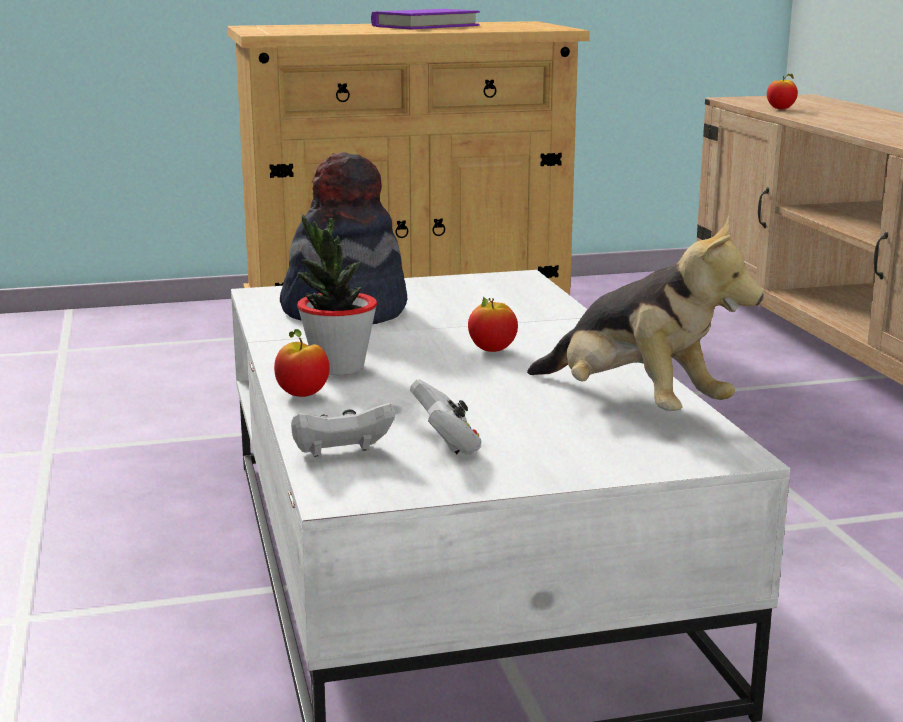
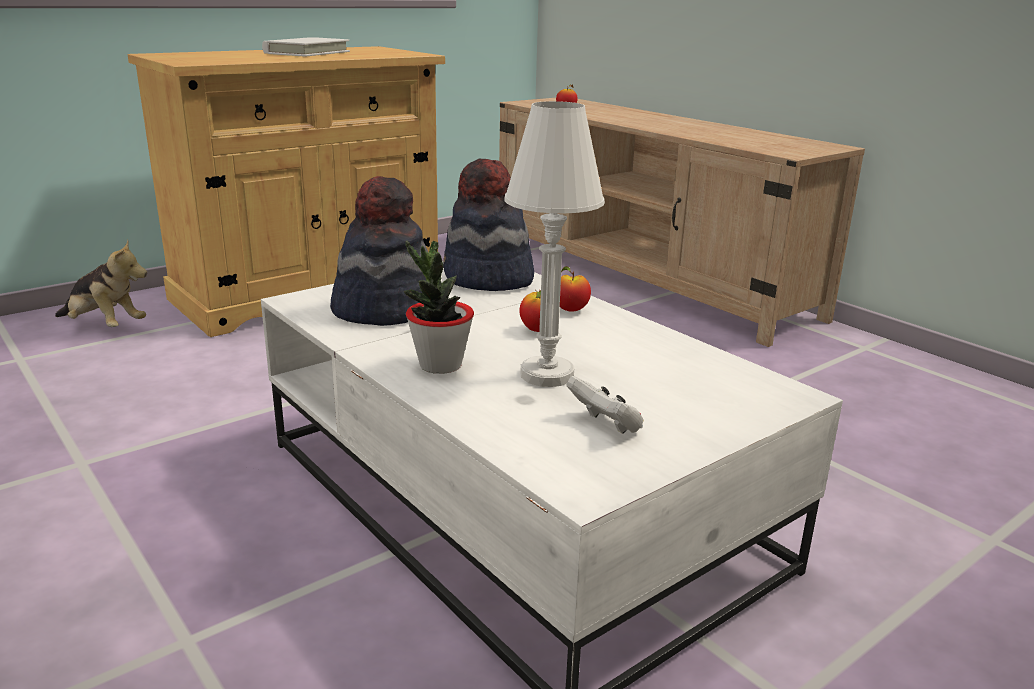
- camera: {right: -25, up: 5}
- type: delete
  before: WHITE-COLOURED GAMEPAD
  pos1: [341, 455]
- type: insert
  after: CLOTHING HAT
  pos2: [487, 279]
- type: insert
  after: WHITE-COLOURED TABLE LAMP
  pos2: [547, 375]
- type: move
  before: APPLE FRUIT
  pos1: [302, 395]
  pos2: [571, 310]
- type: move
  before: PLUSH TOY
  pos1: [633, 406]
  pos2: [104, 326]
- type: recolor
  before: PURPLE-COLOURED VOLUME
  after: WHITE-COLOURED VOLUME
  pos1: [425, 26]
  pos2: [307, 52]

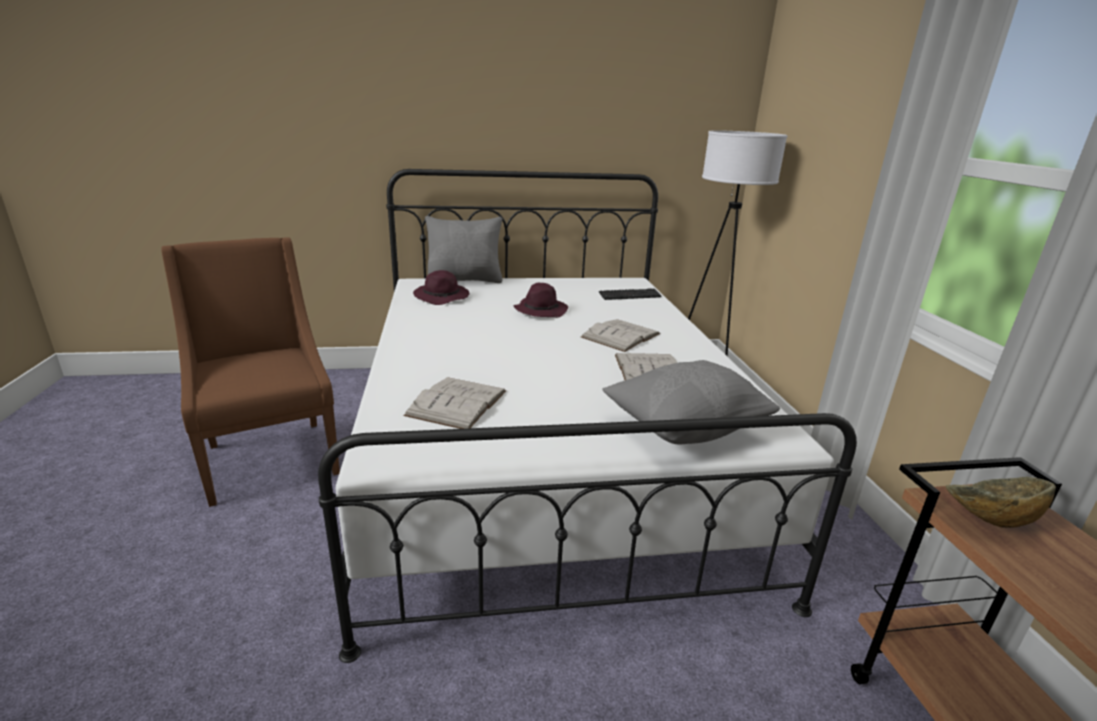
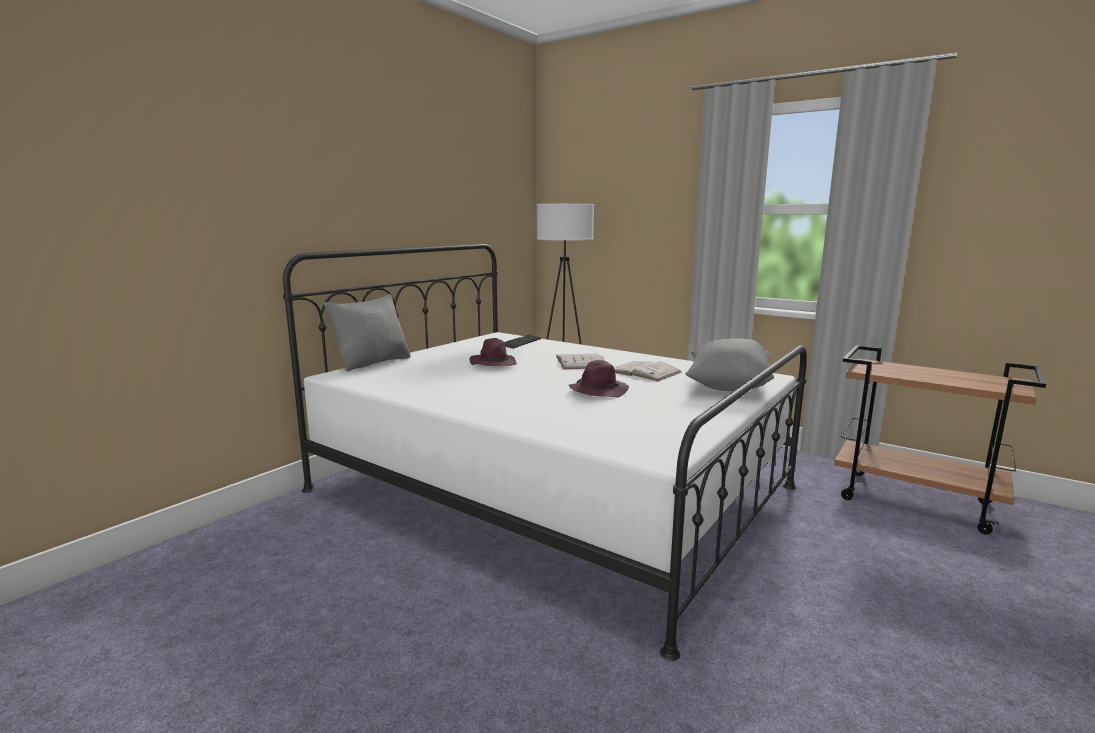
- camera: {right: -45, up: -10}
- type: delete
  before: BROWNISH LOUNGE CHAIR
  pos1: [270, 457]
- type: delete
  before: WHITE-COLOURED VOLUME
  pos1: [457, 403]
- type: delete
  before: SERVING BOWL
  pos1: [987, 521]
- type: move
  before: PURPLE-COLOURED CLOTHING HAT
  pos1: [442, 297]
  pos2: [598, 390]

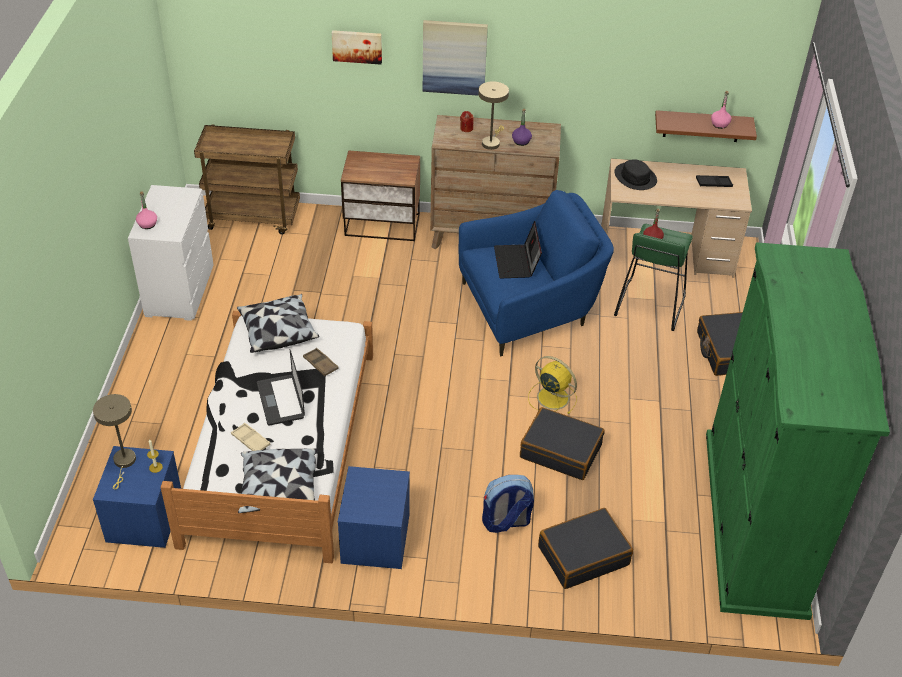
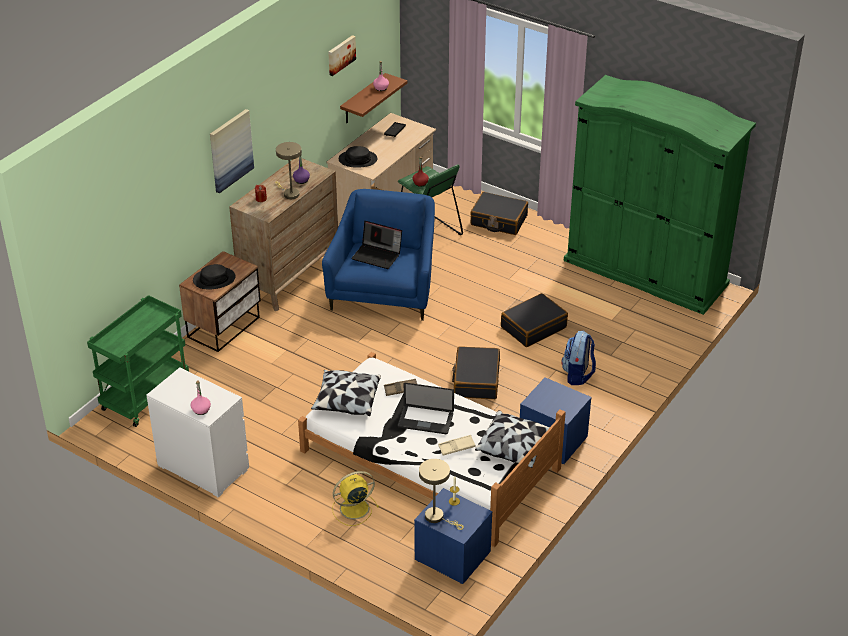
- camera: {right: -60, up: -5}
- type: insert
  after: BLACKISH CLOTHING HAT
  pos2: [214, 279]
- type: move
  before: WALL PICTURE
  pos1: [357, 46]
  pos2: [340, 55]
- type: move
  before: YELLOWISH ELECTRIC FAN
  pos1: [551, 397]
  pos2: [353, 509]
- type: move
  before: BLACKISH TRAVEL CASE
  pos1: [583, 555]
  pos2: [476, 380]
- type: recolor
  before: BROWNISH CART
  after: GREEN CART
  pos1: [254, 217]
  pos2: [145, 395]

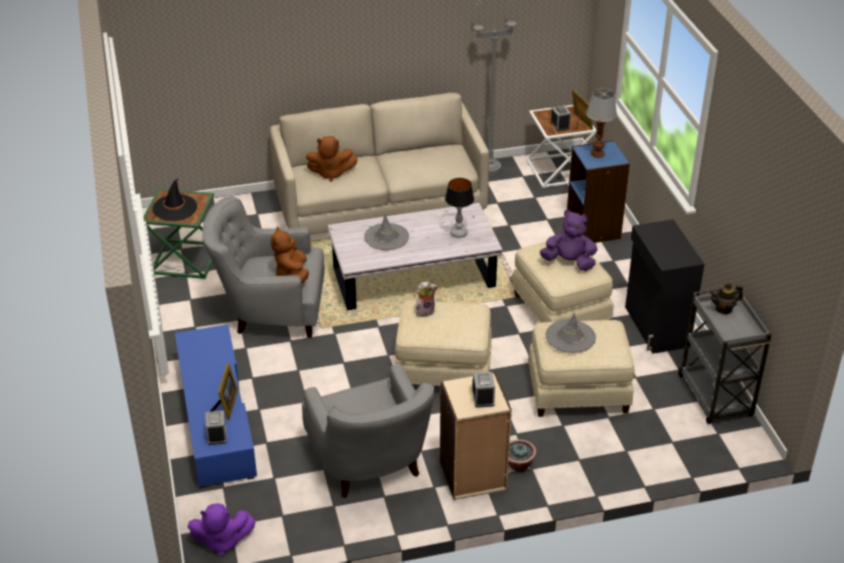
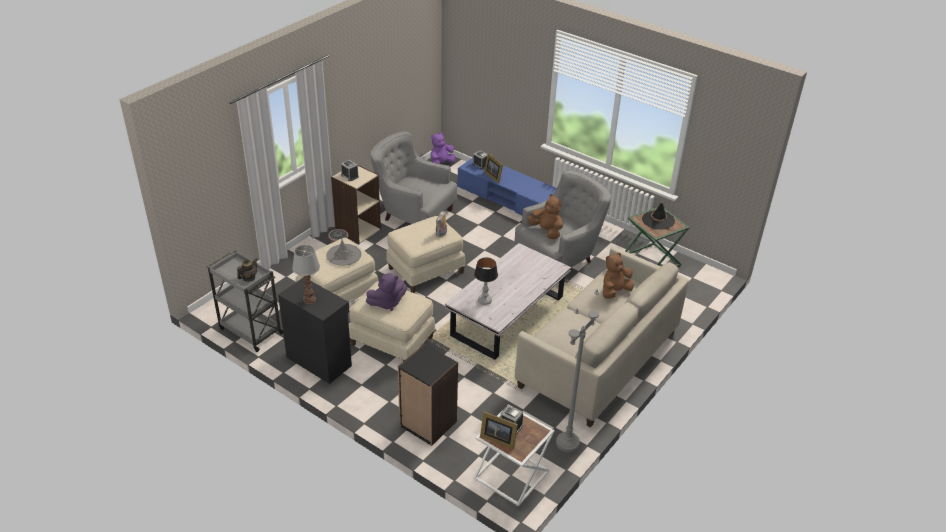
- camera: {right: 140, up: 0}
- type: delete
  before: GREY CLOTHING HAT
  pos1: [386, 237]
- type: move
  before: TABLE LAMP
  pos1: [597, 154]
  pos2: [309, 299]
- type: recolor
  before: BLUE SHELVING UNIT
  after: BLACKISH SHELVING UNIT
  pos1: [593, 229]
  pos2: [427, 424]

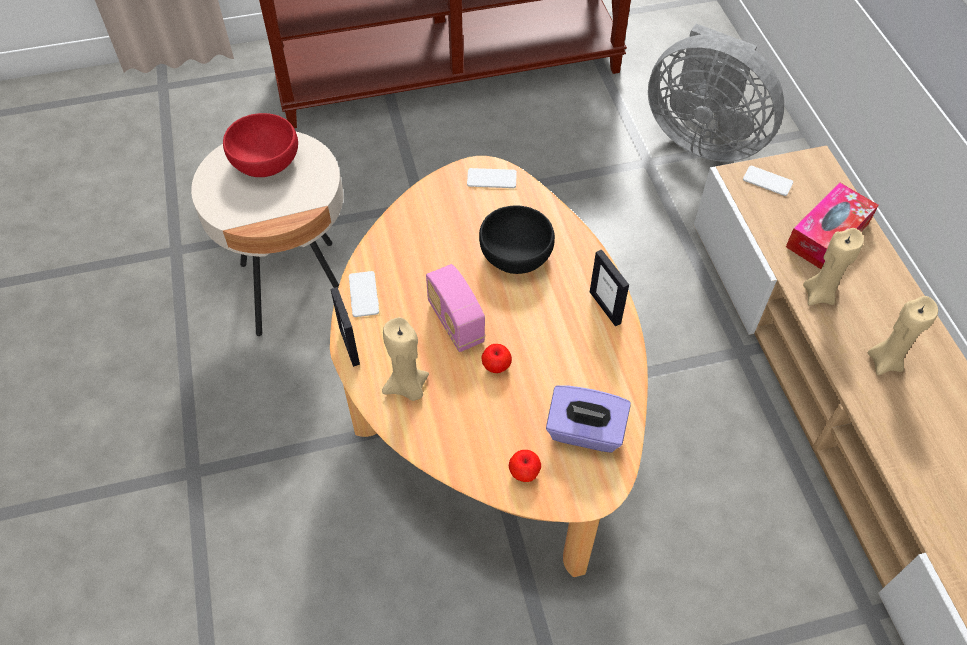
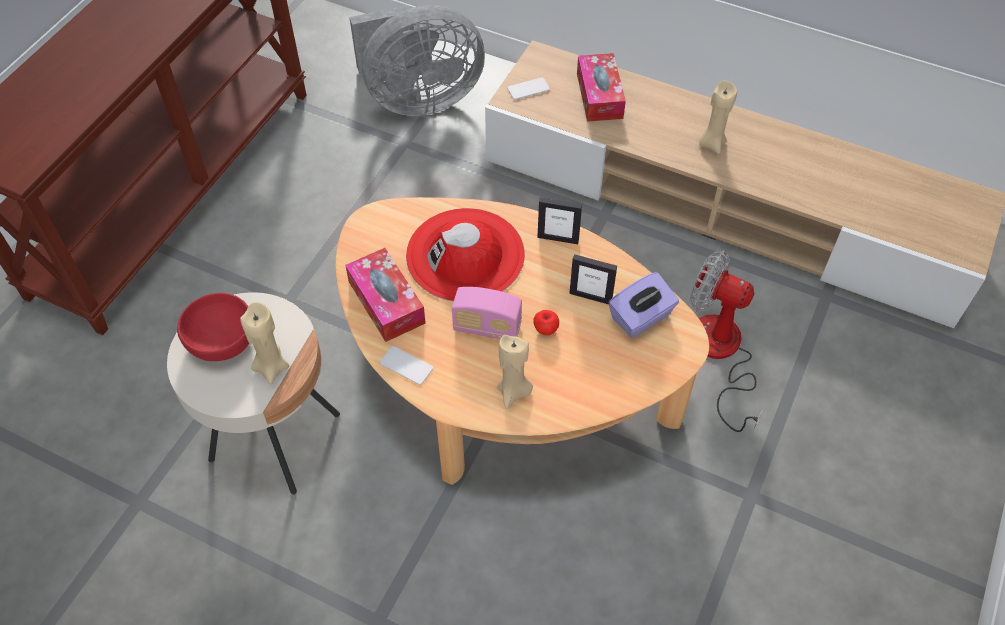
- camera: {right: -50, up: 0}
- type: delete
  before: TELEPHONE
  pos1: [491, 179]
- type: delete
  before: APPLE FRUIT
  pos1: [524, 473]
- type: insert
  after: TISSUE BOX
  pos2: [386, 302]
- type: insert
  after: ELECTRIC FAN
  pos2: [720, 354]
- type: move
  before: PICTURE FRAME
  pos1: [350, 346]
  pos2: [590, 296]
- type: move
  before: SAND-COLOURED WAX LIGHT
  pos1: [819, 294]
  pos2: [271, 367]
- type: replace
  before: BLACKISH SERVING BOWL
  after: REDDISH CLOTHING HAT
  pos1: [515, 255]
  pos2: [465, 255]

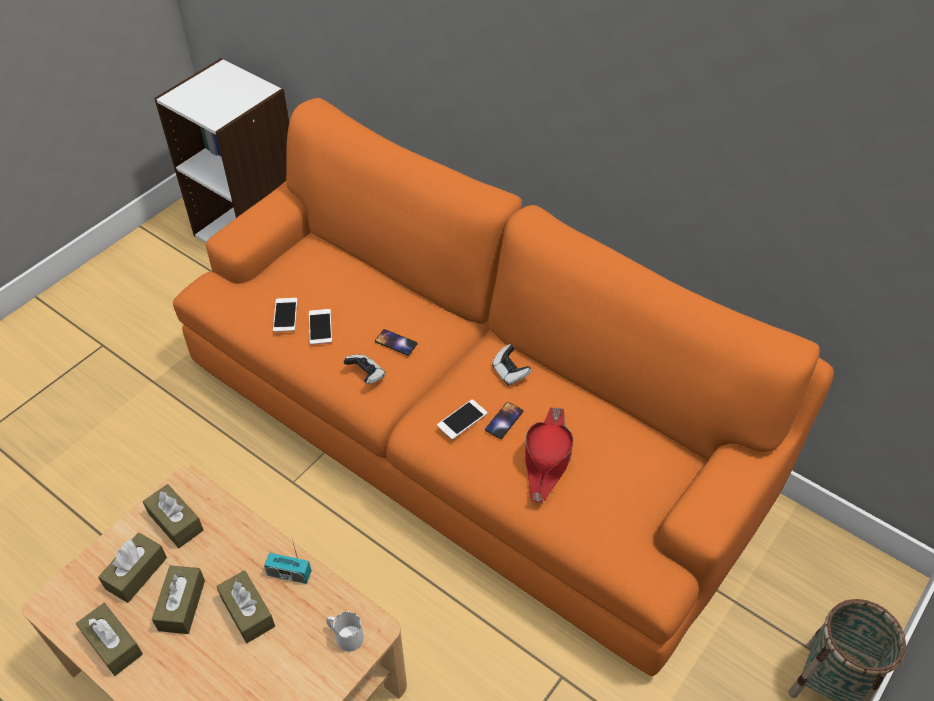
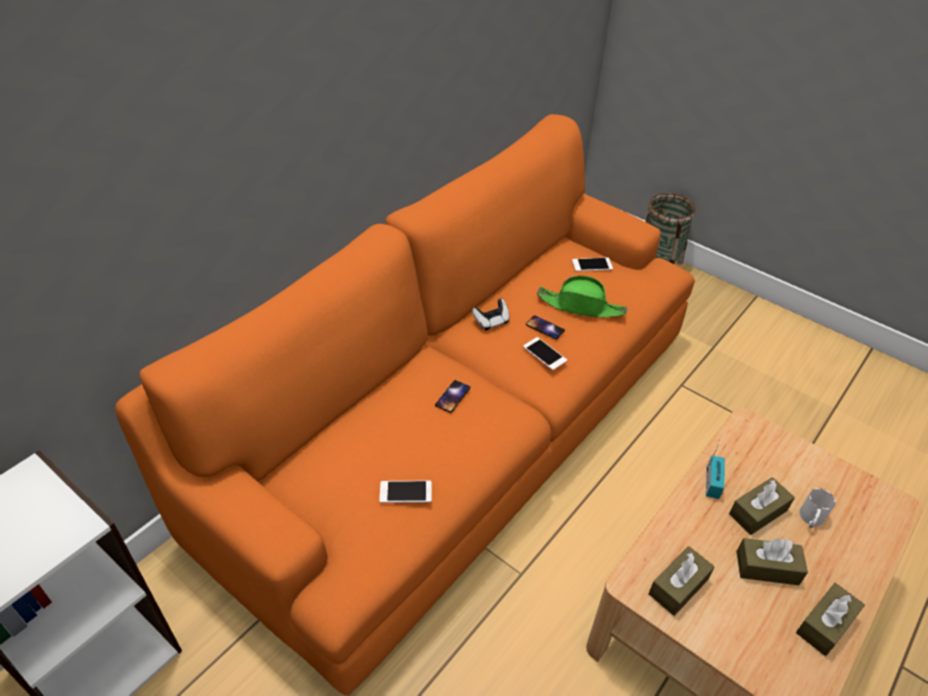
- camera: {right: -90, up: -5}
- type: delete
  before: BROWNISH TISSUE BOX
  pos1: [136, 573]
- type: delete
  before: GAMEPAD
  pos1: [366, 375]
- type: move
  before: TELEPHONE
  pos1: [320, 327]
  pos2: [592, 265]
- type: move
  before: WHITE-COLOURED COFFEE MUG
  pos1: [344, 636]
  pos2: [811, 519]
- type: recolor
  before: REDDISH CLOTHING HAT
  after: GREEN CLOTHING HAT
  pos1: [547, 458]
  pos2: [581, 306]

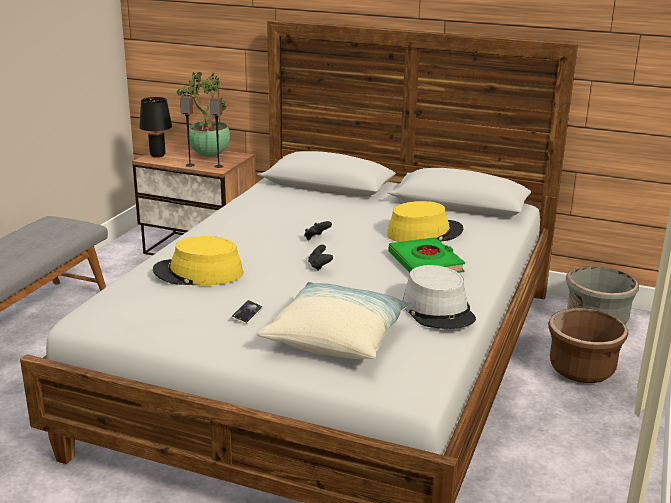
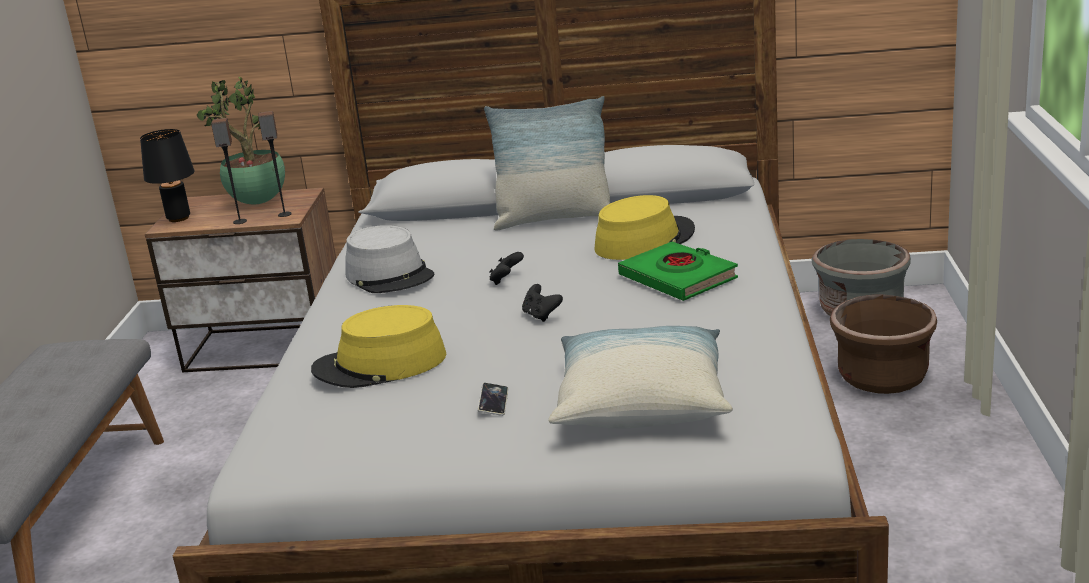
- camera: {right: -15, up: 0}
- type: insert
  after: CUSHION
  pos2: [554, 219]
- type: move
  before: GREY CLOTHING HAT
  pos1: [438, 310]
  pos2: [390, 275]

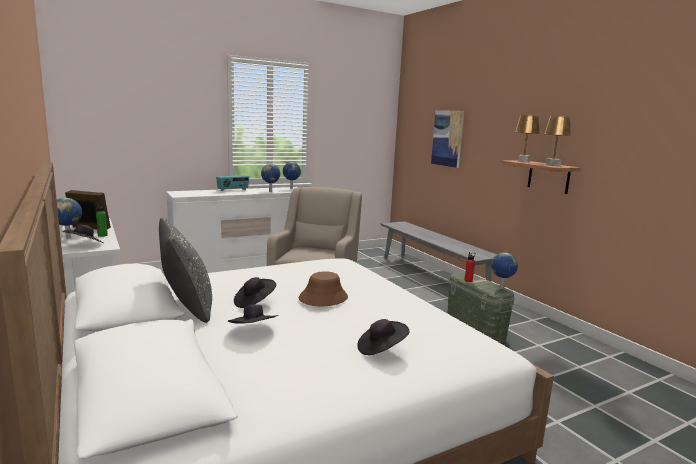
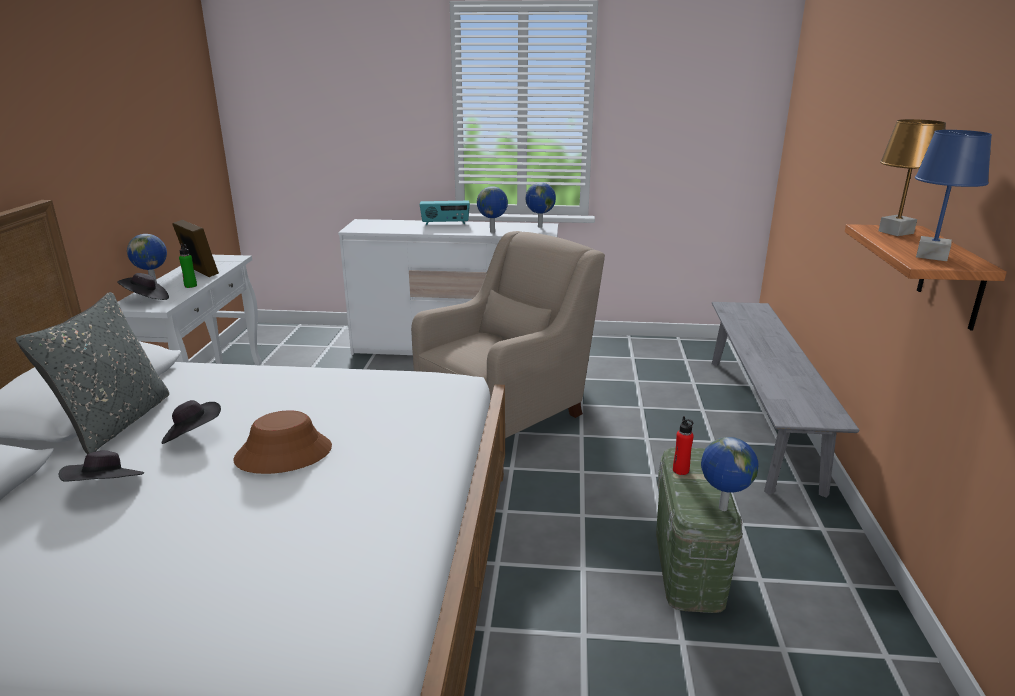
- camera: {right: 35, up: 10}
- type: delete
  before: BLACKISH CLOTHING HAT
  pos1: [381, 349]
- type: delete
  before: WALL PICTURE
  pos1: [447, 138]
- type: recolor
  before: BROWNISH TABLE LAMP
  after: BLUE TABLE LAMP
  pos1: [553, 165]
  pos2: [932, 256]

